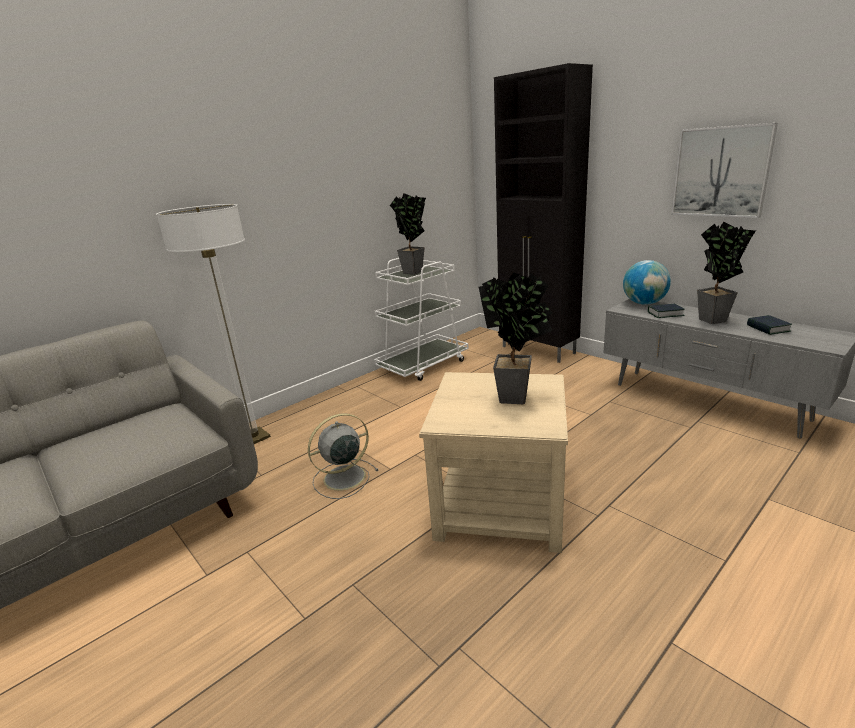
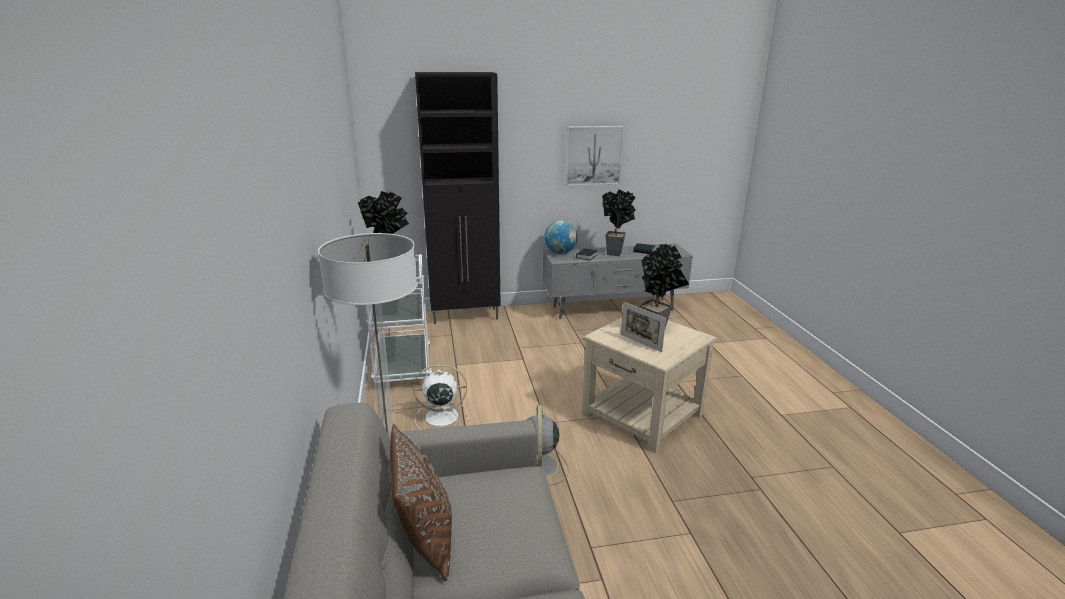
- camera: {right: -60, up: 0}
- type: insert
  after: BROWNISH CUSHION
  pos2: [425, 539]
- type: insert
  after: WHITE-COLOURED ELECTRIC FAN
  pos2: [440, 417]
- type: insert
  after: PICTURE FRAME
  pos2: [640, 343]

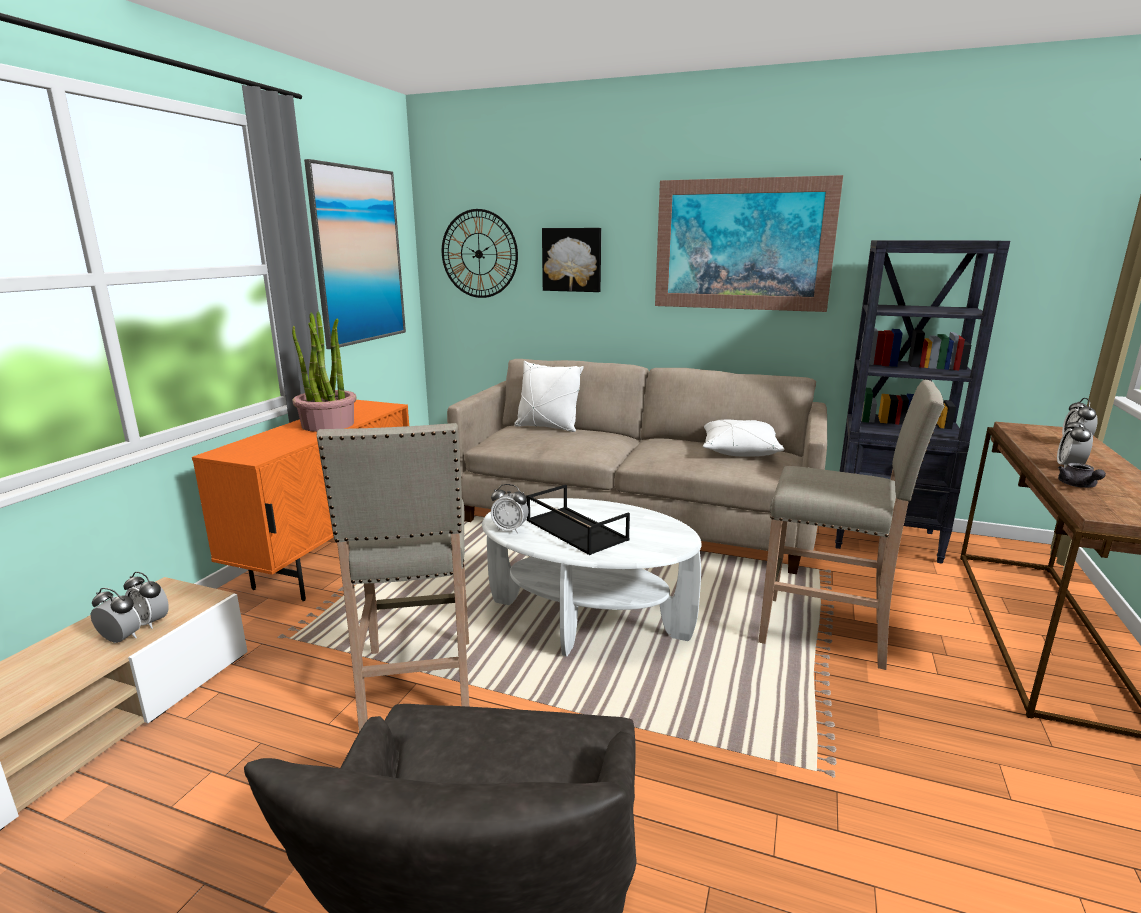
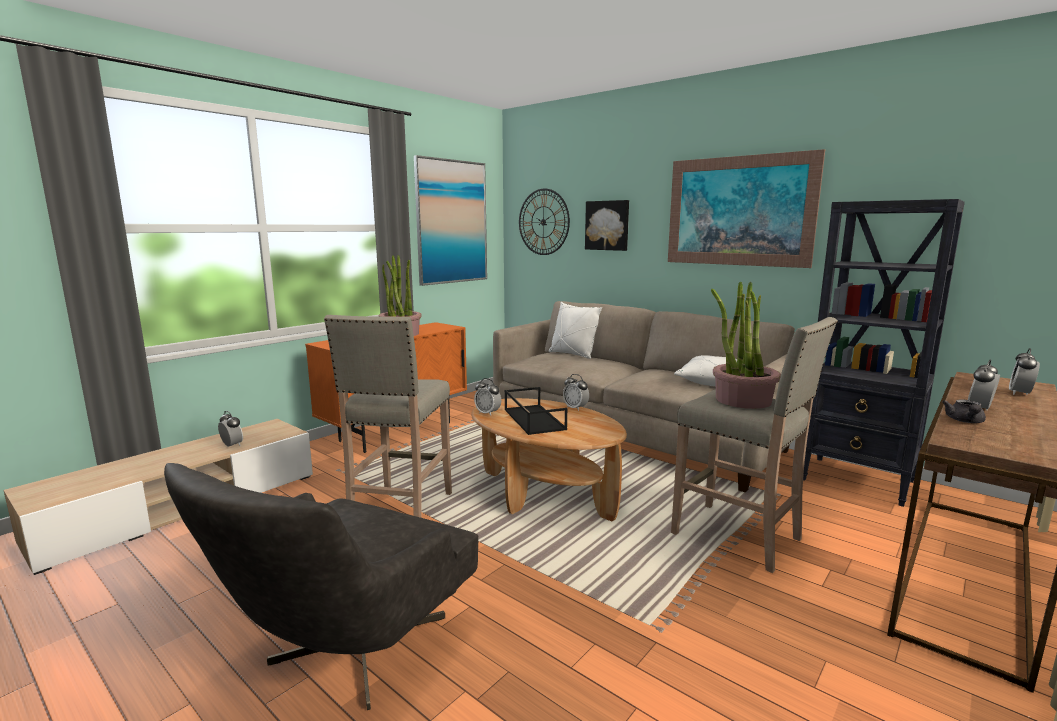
- camera: {right: 20, up: -5}
- type: insert
  after: POTTED PLANT
  pos2: [742, 400]
- type: move
  before: ALARM CLOCK
  pos1: [151, 622]
  pos2: [575, 408]
- type: recolor
  before: WHITE-COLOURED LOUNGE TABLE
  after: BROWNISH LOUNGE TABLE
  pos1: [587, 620]
  pos2: [544, 495]

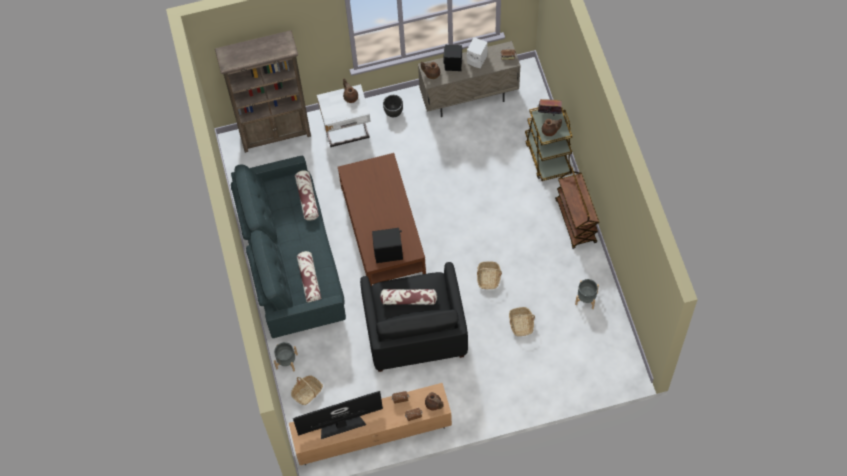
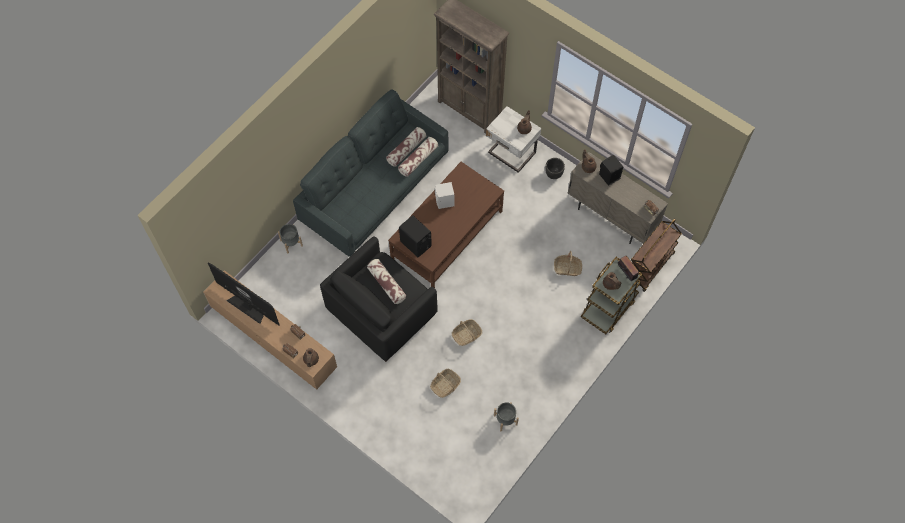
- camera: {right: 50, up: 0}
- type: move
  before: HOUSEHOLD BASKET
  pos1: [307, 392]
  pos2: [567, 268]
- type: move
  before: CUSHION
  pos1: [309, 280]
  pos2: [406, 150]
- type: move
  before: WHITE-COLOURED LOUDSPEAKER
  pos1: [477, 60]
  pos2: [444, 202]
- type: move
  before: BROWNISH CART
  pos1: [576, 221]
  pos2: [649, 267]

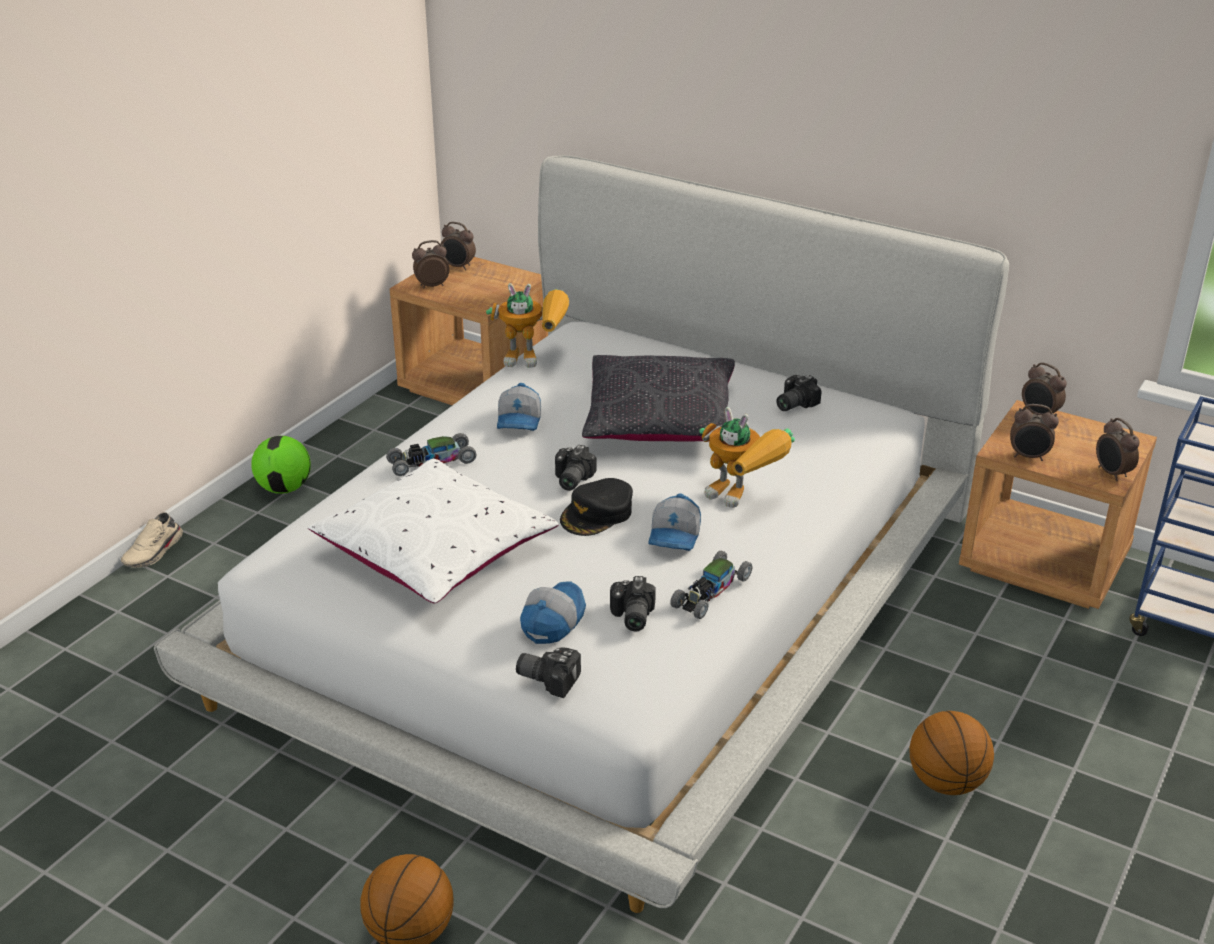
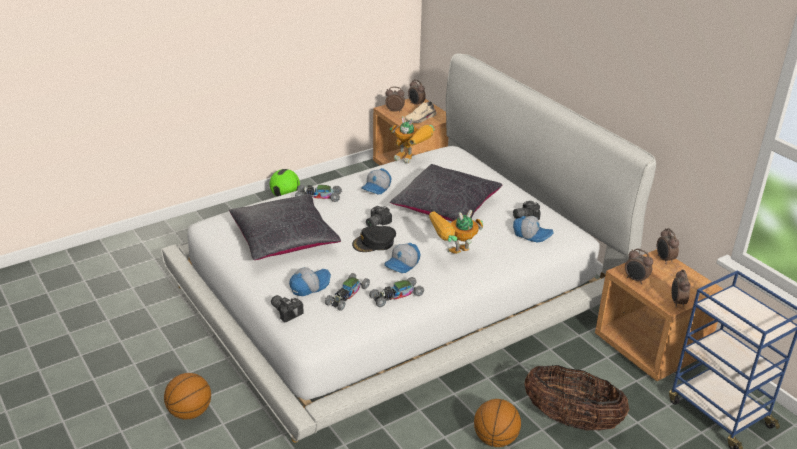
- camera: {right: 25, up: 0}
- type: insert
  after: CAP
  pos2: [532, 234]
- type: insert
  after: HOUSEHOLD BASKET
  pos2: [571, 420]
- type: move
  before: SAND-COLOURED SHOE
  pos1: [154, 552]
  pos2: [421, 119]
- type: replace
  before: PHOTO CAMERA
  after: MINIATURE CAR
  pos1: [630, 617]
  pos2: [347, 295]
- type: recolor
  before: WHITE-COLOURED CUSHION
  after: BLACKISH CUSHION
  pos1: [435, 552]
  pos2: [284, 239]
- type: rotate
  before: MODEL ROBOT
  pos1: [743, 499]
  pos2: [453, 256]
  turn: 90

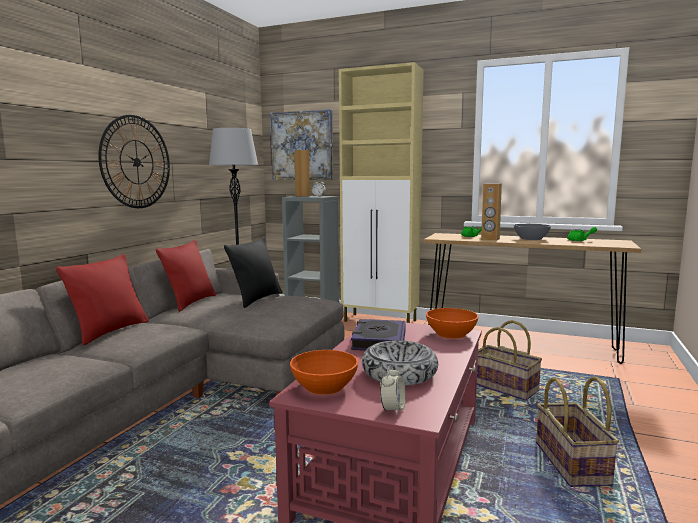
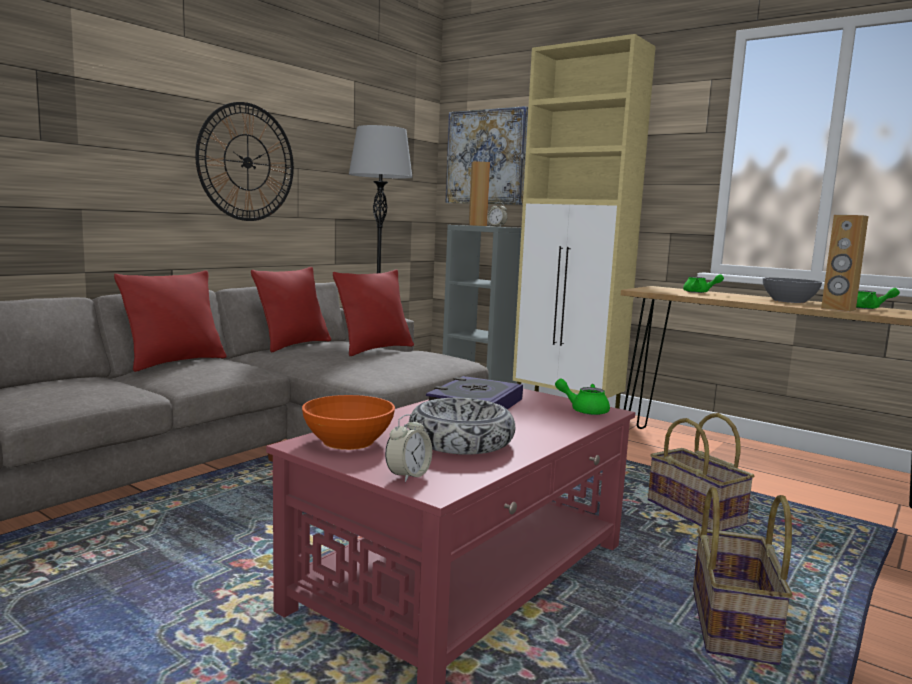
- camera: {right: 15, up: 0}
- type: move
  before: BROWNISH LOUDSPEAKER
  pos1: [490, 239]
  pos2: [838, 309]
- type: replace
  before: ORANGEY SERVING BOWL
  after: GREEN TEAPOT
  pos1: [451, 334]
  pos2: [584, 410]
- type: recolor
  before: BLACKISH CUSHION
  after: REDDISH CUSHION
  pos1: [257, 299]
  pos2: [375, 349]

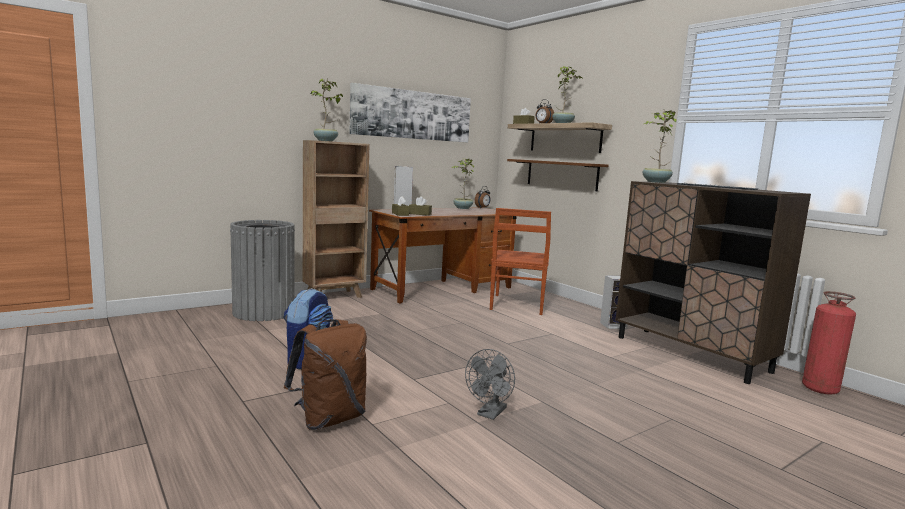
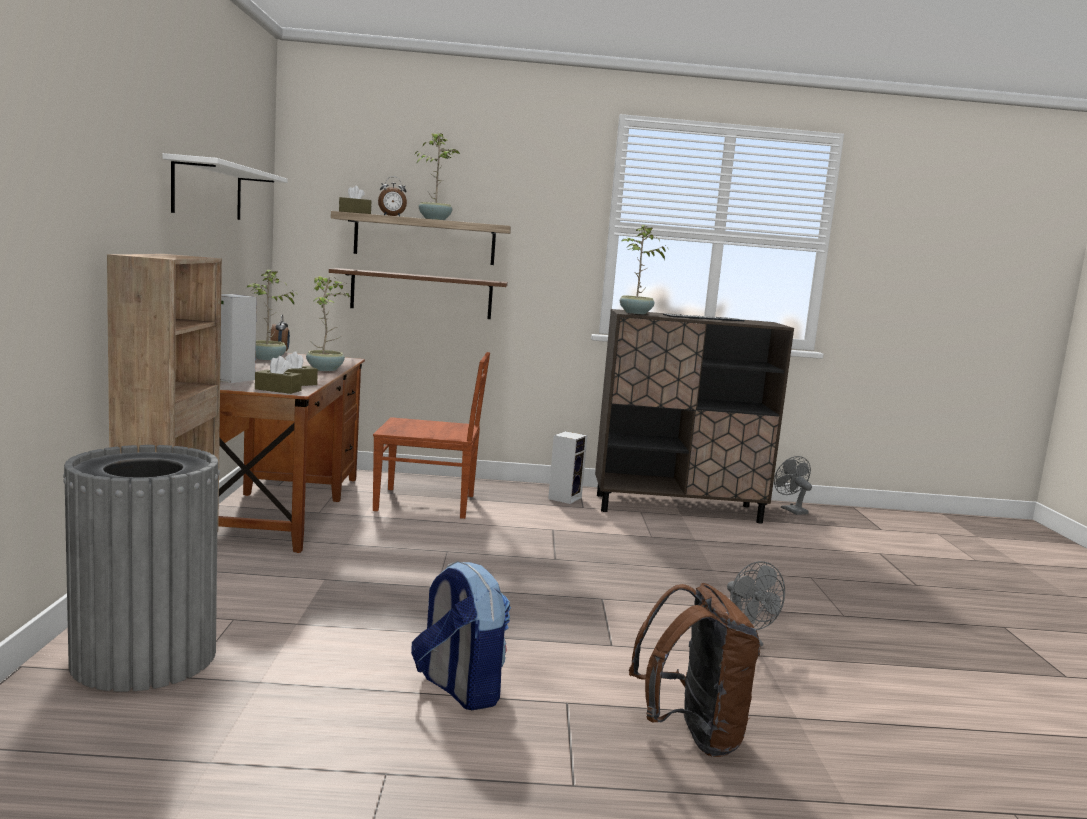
- camera: {right: -55, up: 0}
- type: move
  before: POTTED PLANT
  pos1: [326, 141]
  pos2: [326, 369]
- type: replace
  before: WALL PICTURE
  after: WHITE-COLOURED SHELF
  pos1: [412, 115]
  pos2: [208, 191]
- type: replace
  before: EXTINGUISHER
  after: GREY ELECTRIC FAN
  pos1: [820, 389]
  pos2: [790, 510]
- type: rotate
  before: BROWNISH CHAIR
  pos1: [517, 305]
  pos2: [428, 503]
  turn: -45

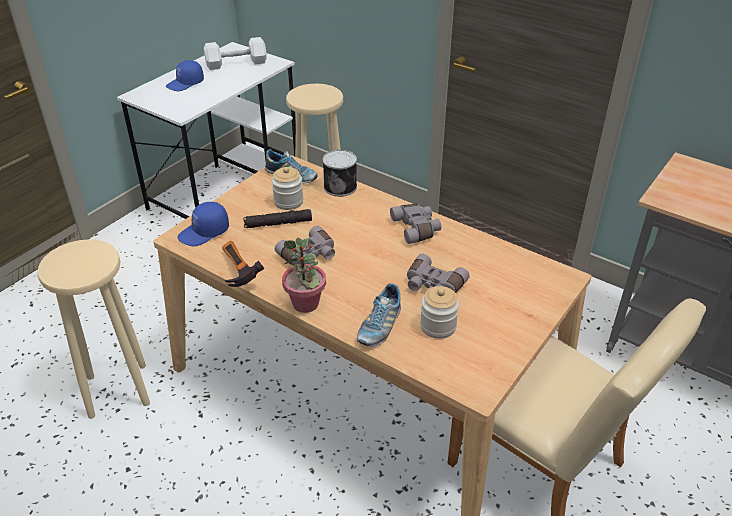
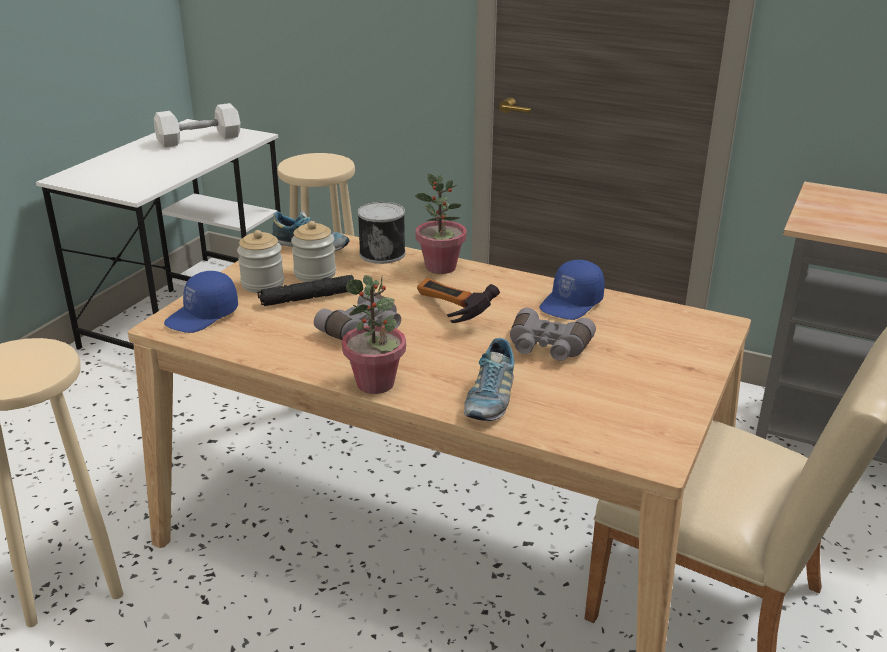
- camera: {right: -10, up: -10}
- type: delete
  before: GREY FIELD GLASSES
  pos1: [417, 229]
- type: insert
  after: POTTED PLANT
  pos2: [440, 267]
- type: move
  before: BLUE CAP
  pos1: [185, 84]
  pos2: [572, 304]
- type: move
  before: TOOL HAMMER
  pos1: [235, 273]
  pos2: [447, 314]
- type: move
  before: PRESERVE JAR
  pos1: [438, 326]
  pos2: [262, 284]

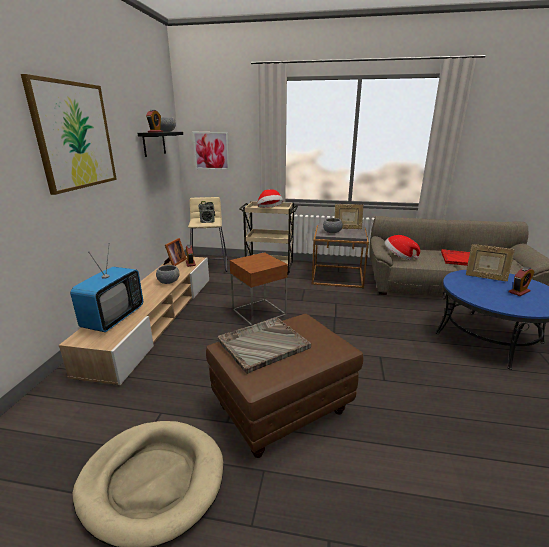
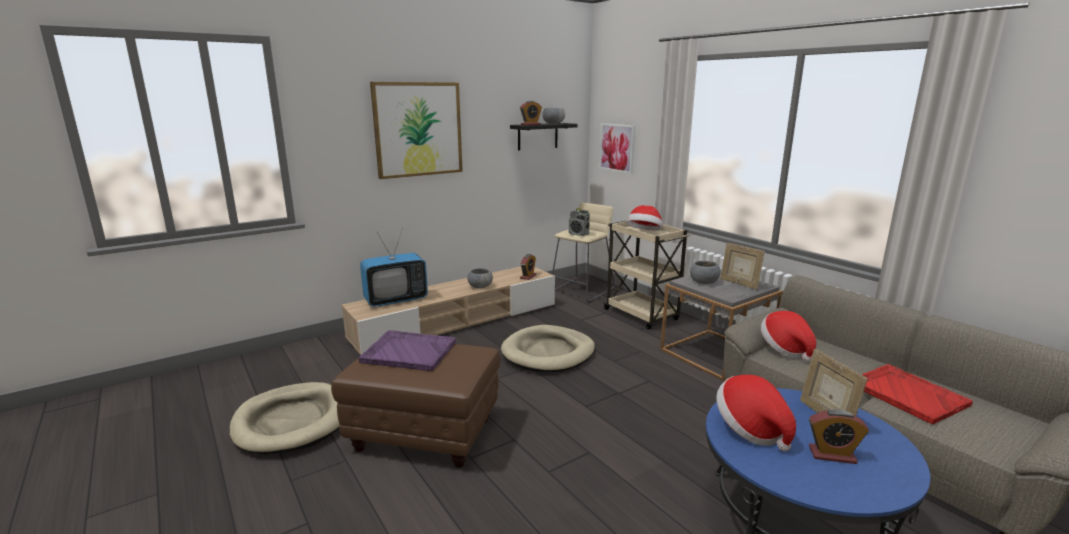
- camera: {right: 45, up: -5}
- type: delete
  before: PICTURE FRAME
  pos1: [175, 263]
- type: insert
  after: CLOTHING HAT
  pos2: [751, 429]
- type: replace
  before: BROWNISH END TABLE
  after: SAND-COLOURED DOG CUSHION
  pos1: [259, 312]
  pos2: [548, 353]
- type: recolor
  before: GREY SERVING TRAY
  after: PURPLE-COLOURED SERVING TRAY
  pos1: [262, 344]
  pos2: [408, 352]

